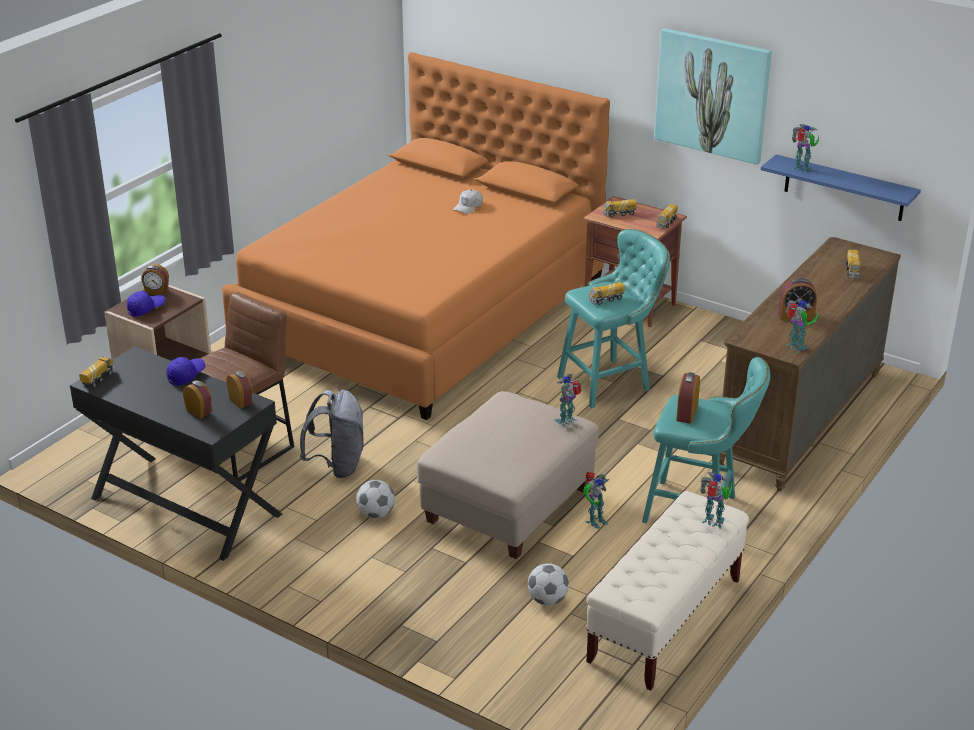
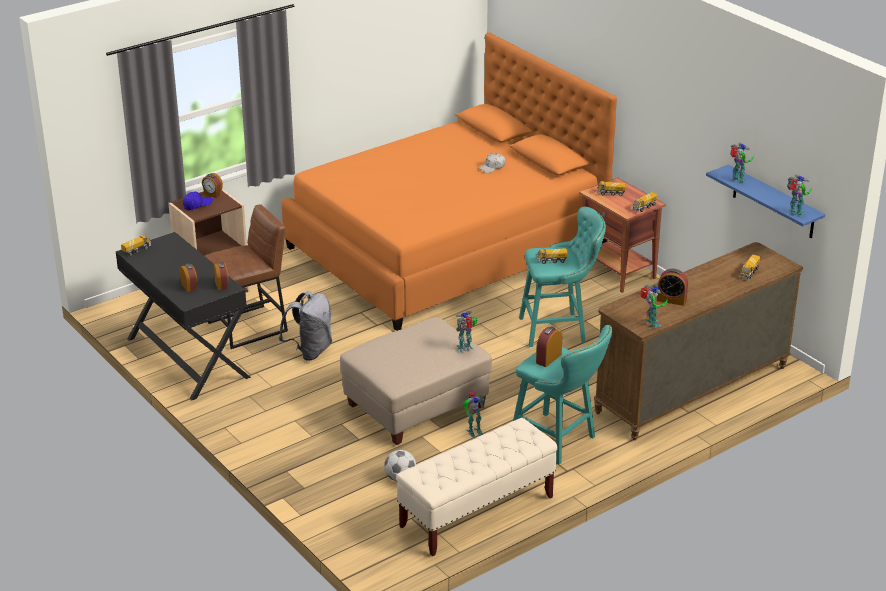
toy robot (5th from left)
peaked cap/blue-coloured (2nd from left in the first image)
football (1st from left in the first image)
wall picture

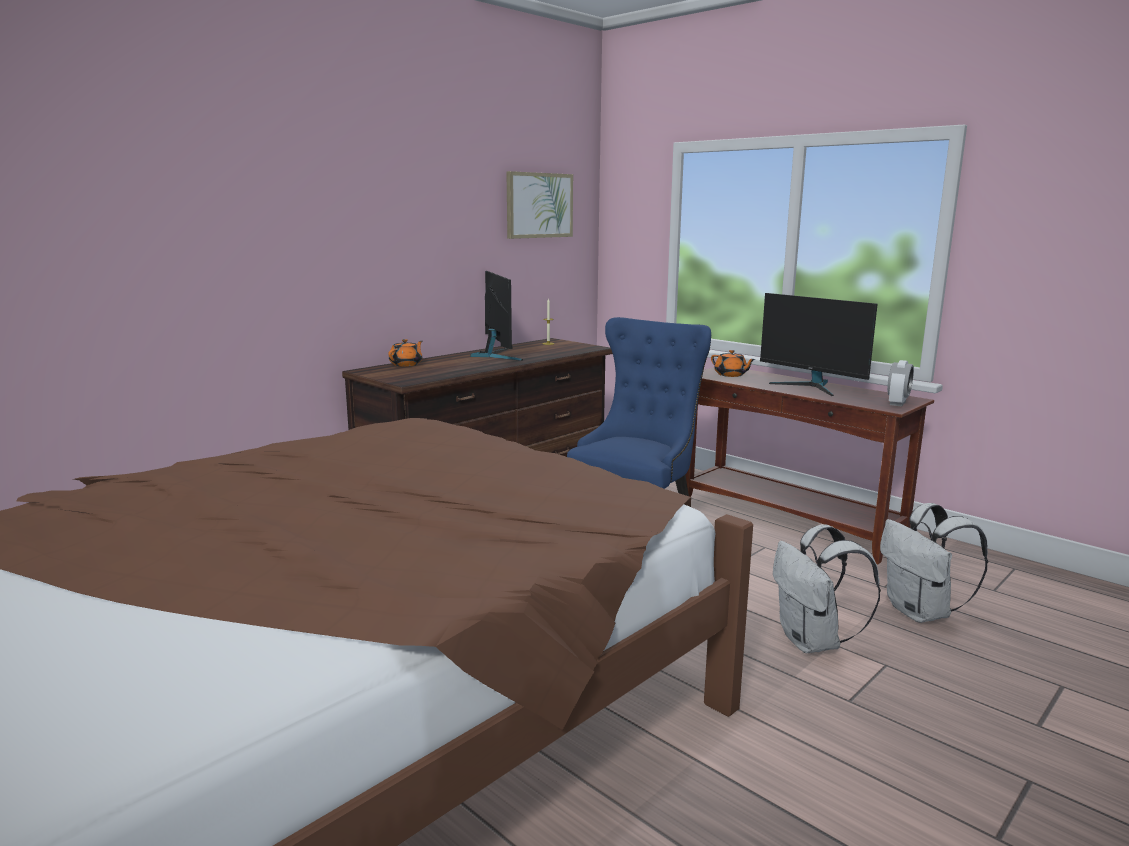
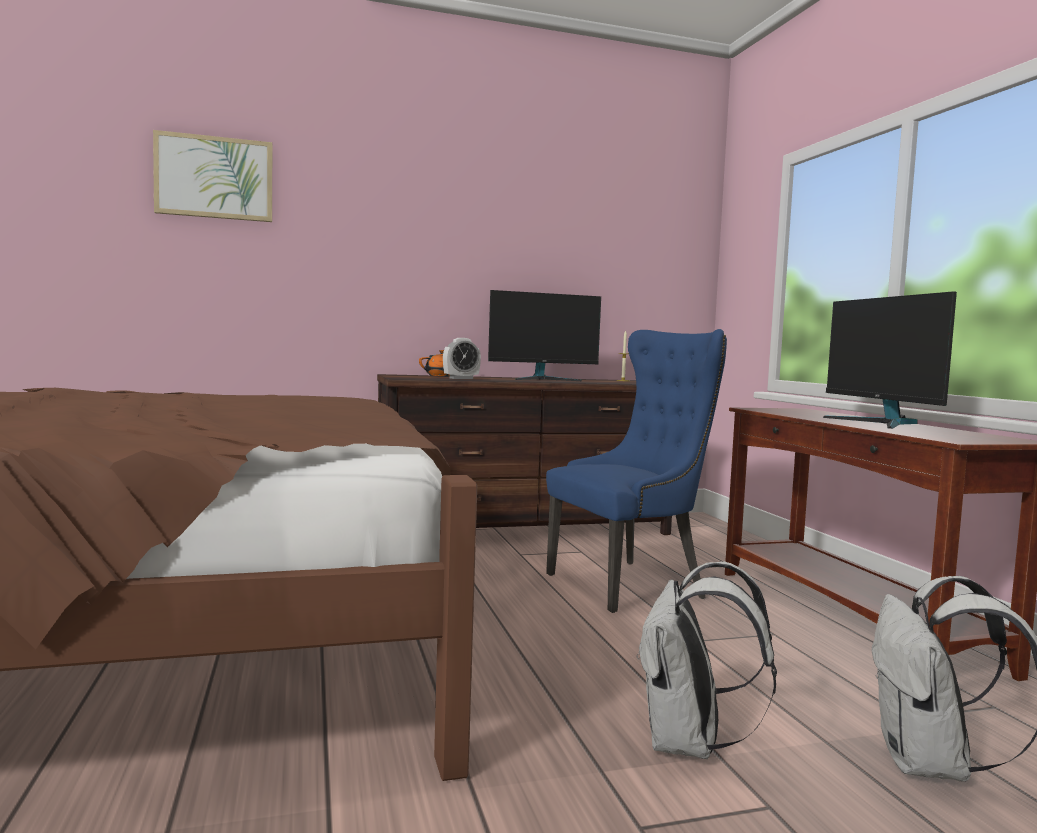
wall picture
table clock
computer display (1st from left)
pot for tea/orangey (2nd from left in the first image)

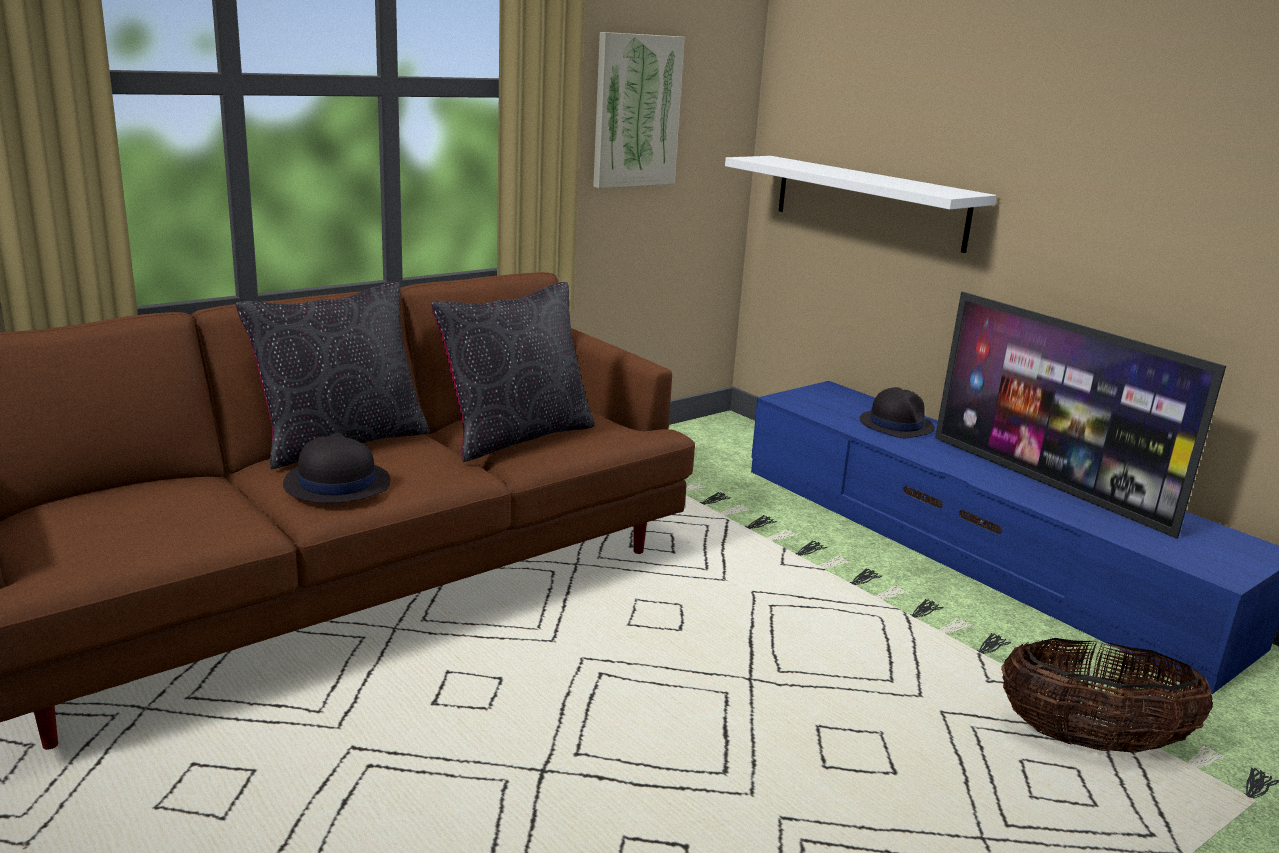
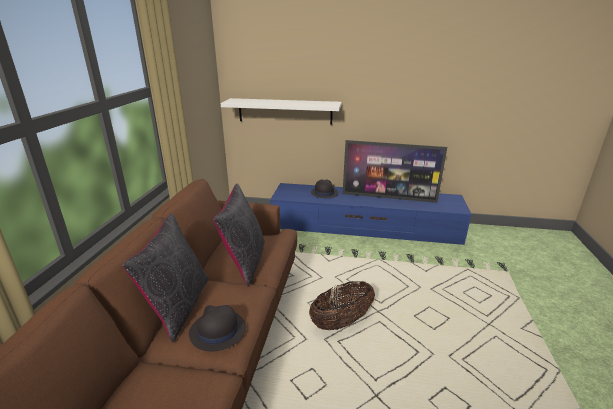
household basket
wall picture

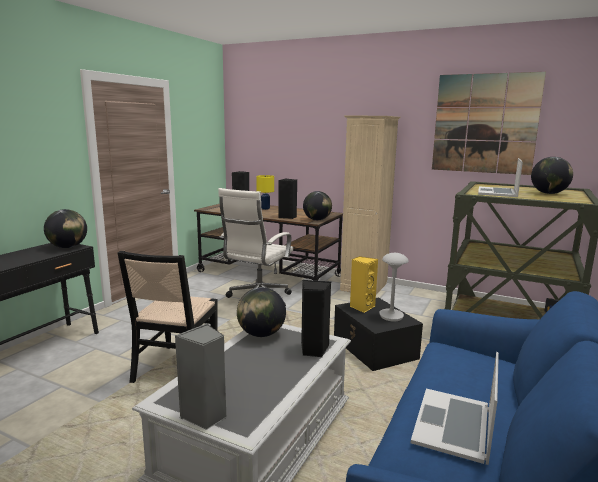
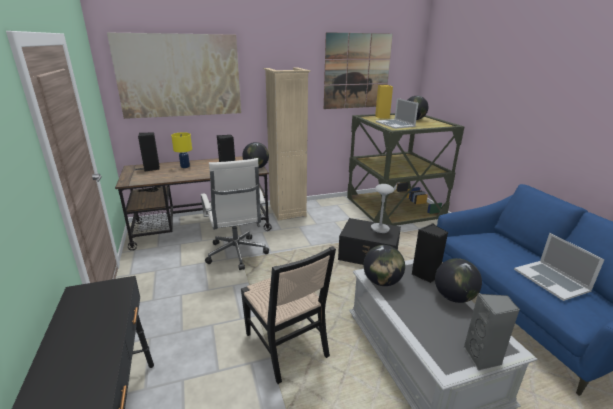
wall picture (1st from left)
audio speaker/yellow
world globe (4th from left)

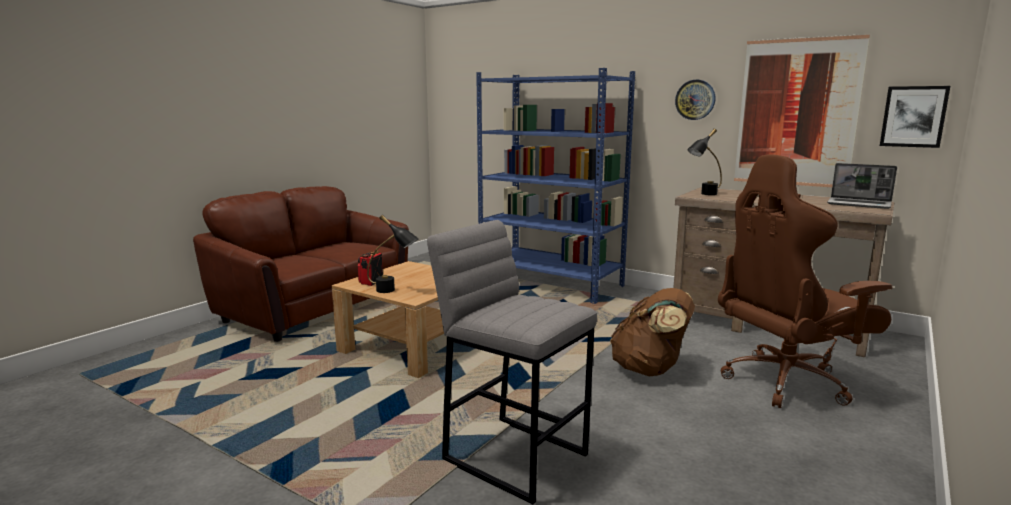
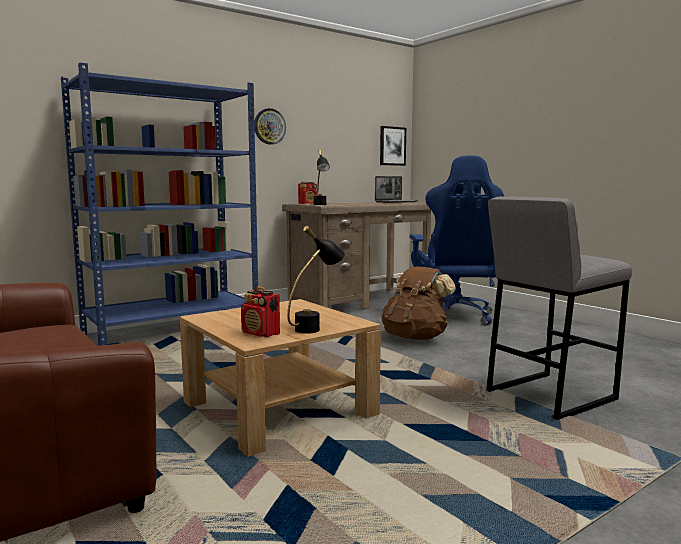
radio (2nd from left)
desk chair/blue-coloured
wall picture (1st from left in the first image)

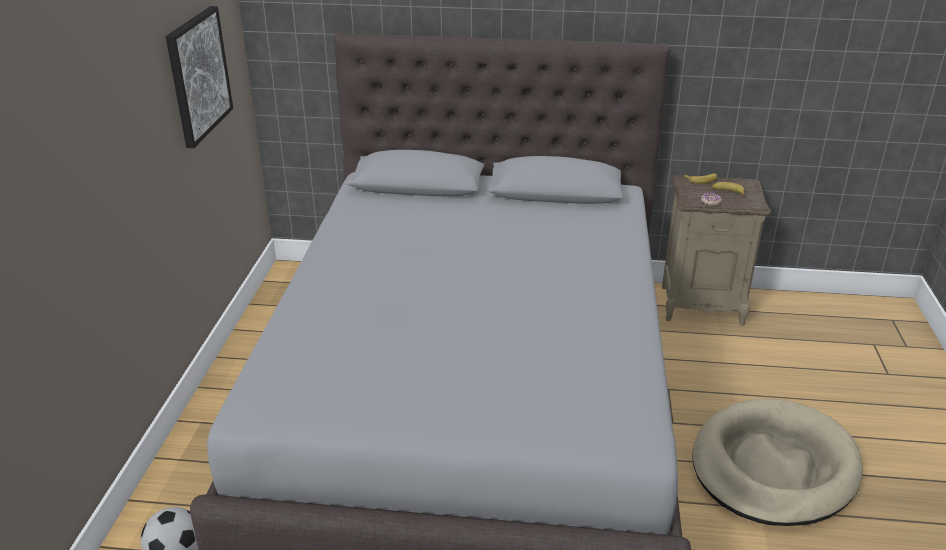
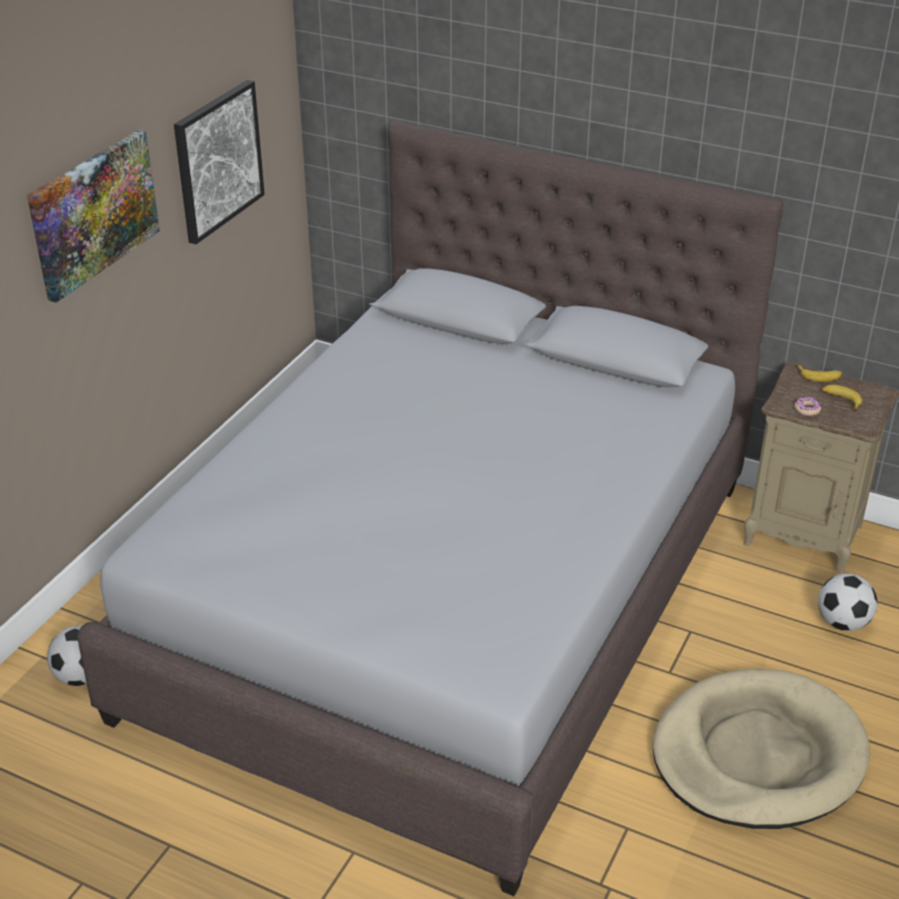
wall picture (1st from left)
football (2nd from left)

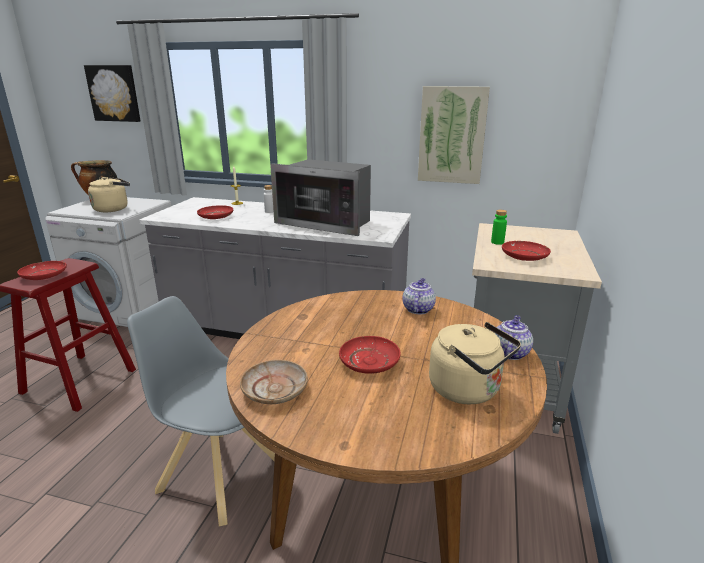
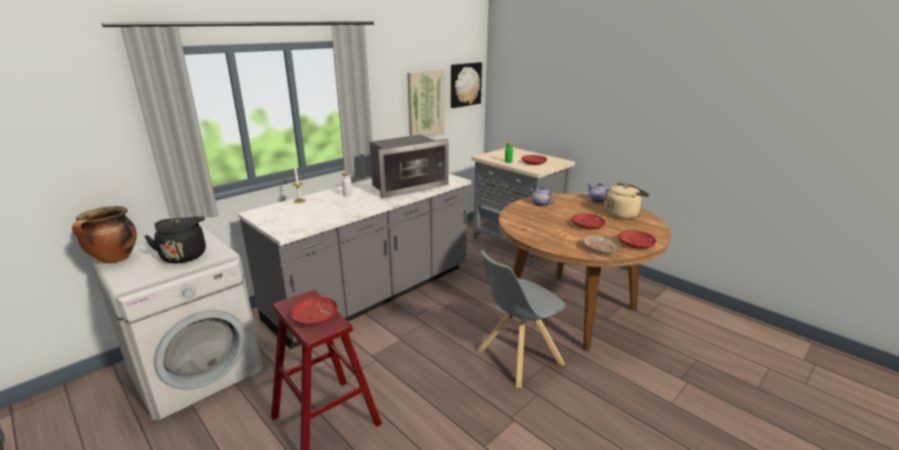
kettle/black-coloured
wall picture (2nd from left)
plate/red-coloured (4th from left)

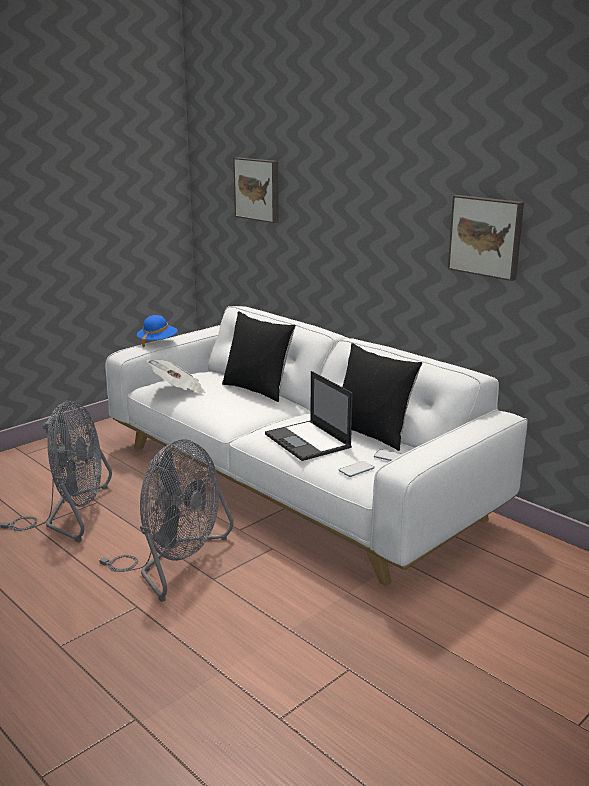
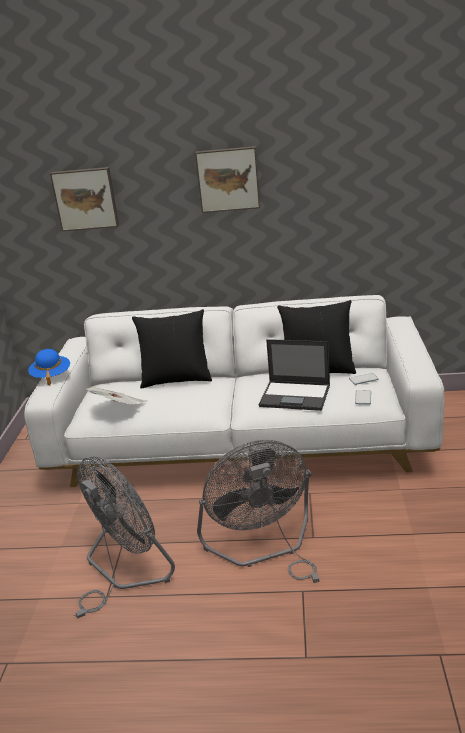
wall picture (2nd from left)
cooling fan/gray (2nd from left)

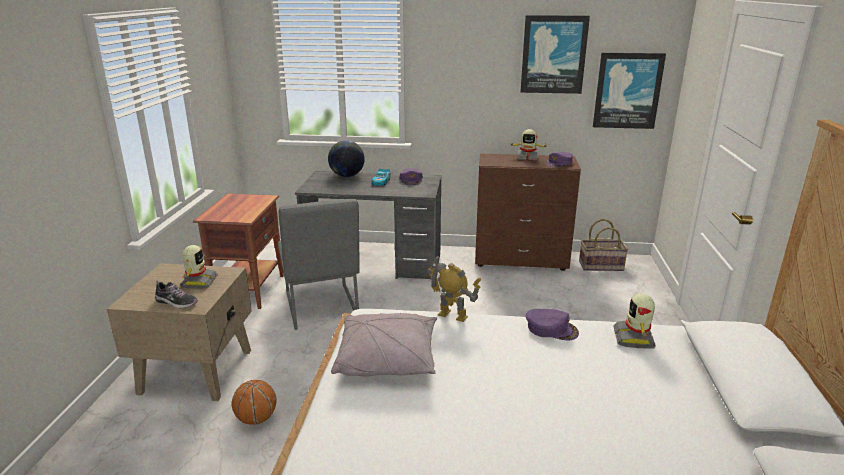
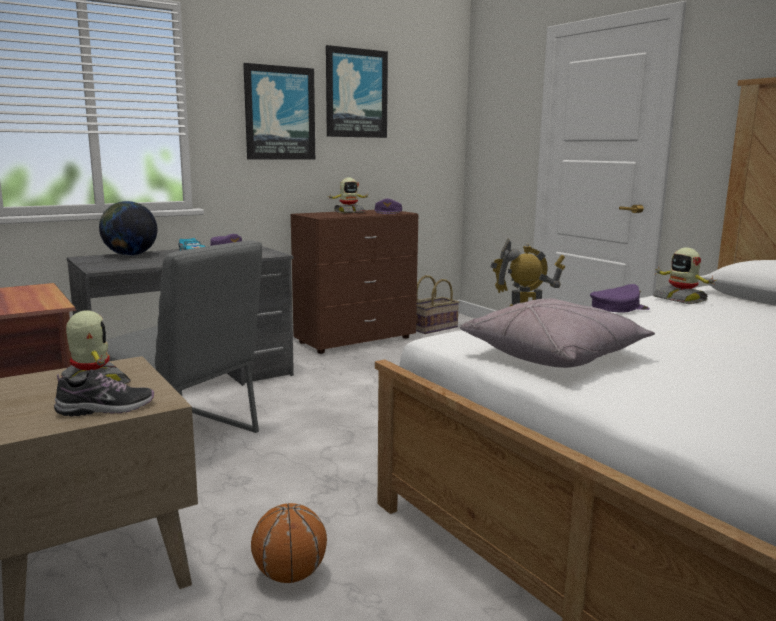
wall picture (1st from left)

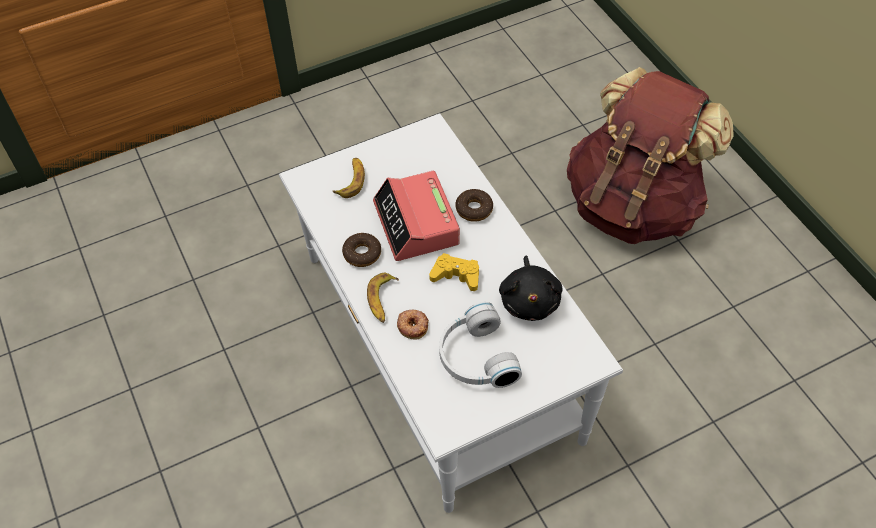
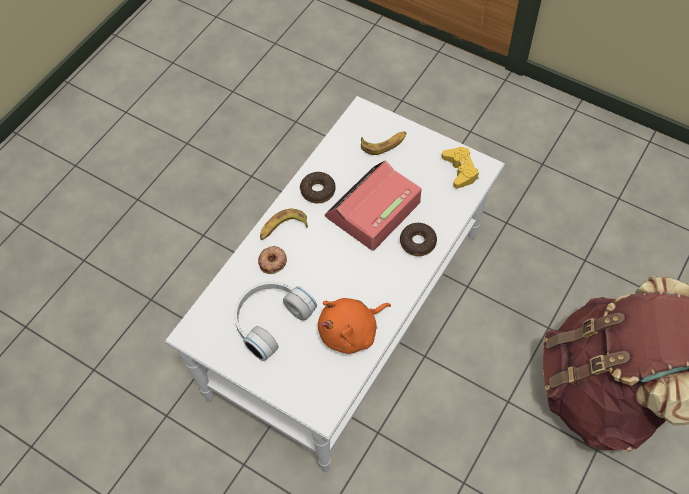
cuddly toy/orangey
gamepad/yellow

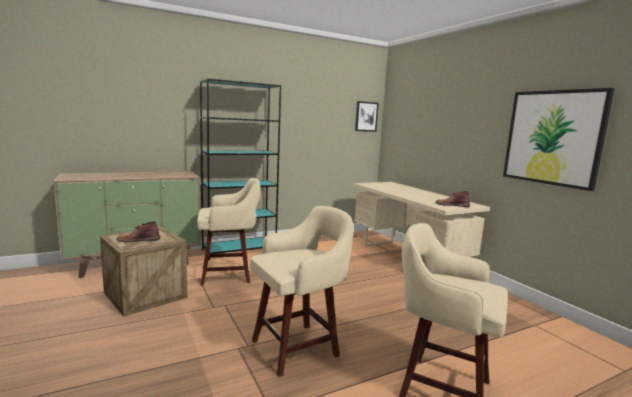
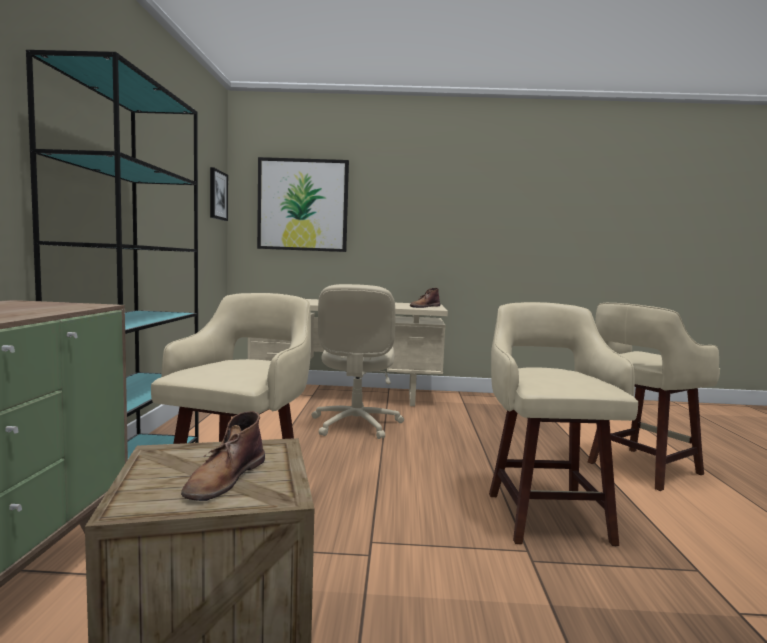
wall picture (2nd from left)
desk chair/beige

